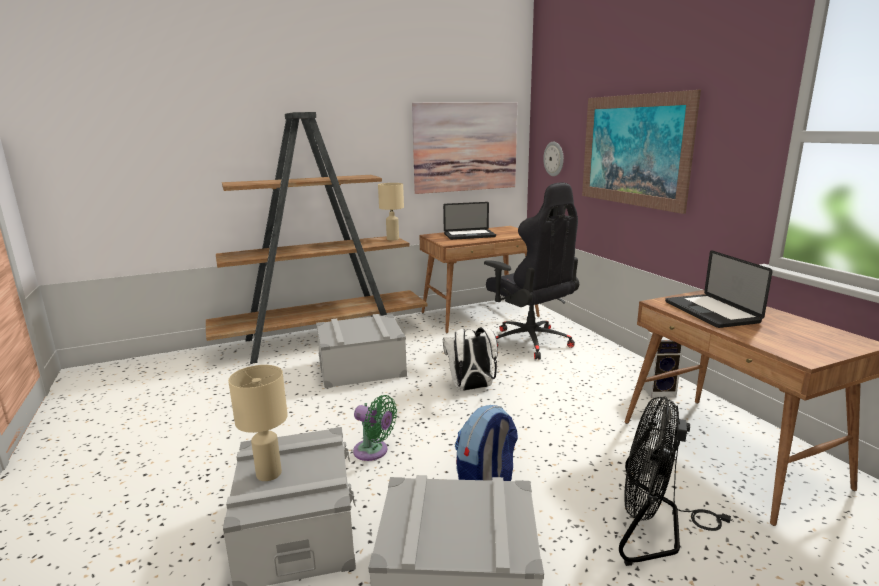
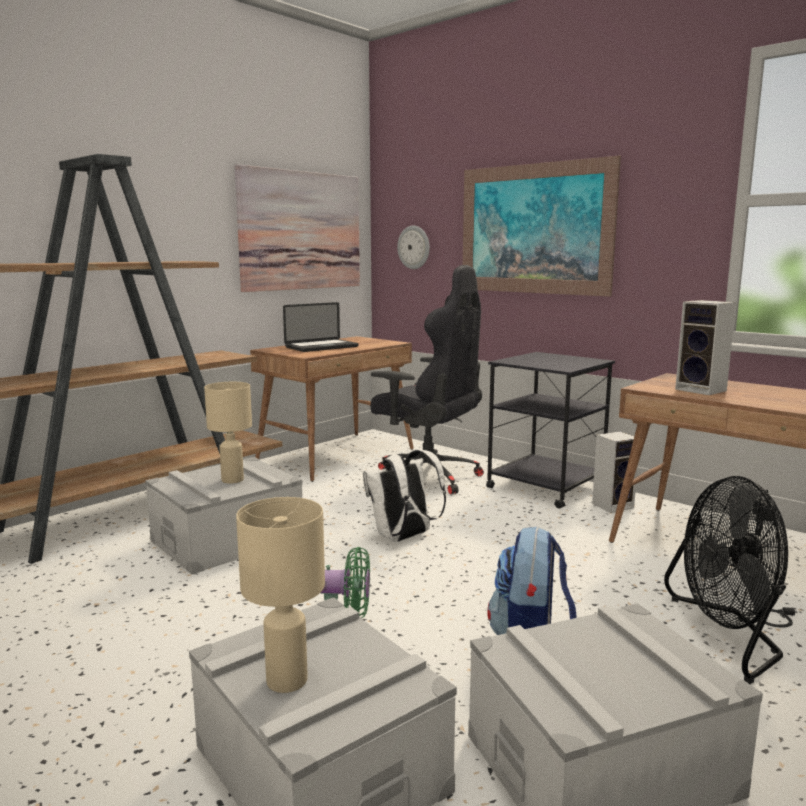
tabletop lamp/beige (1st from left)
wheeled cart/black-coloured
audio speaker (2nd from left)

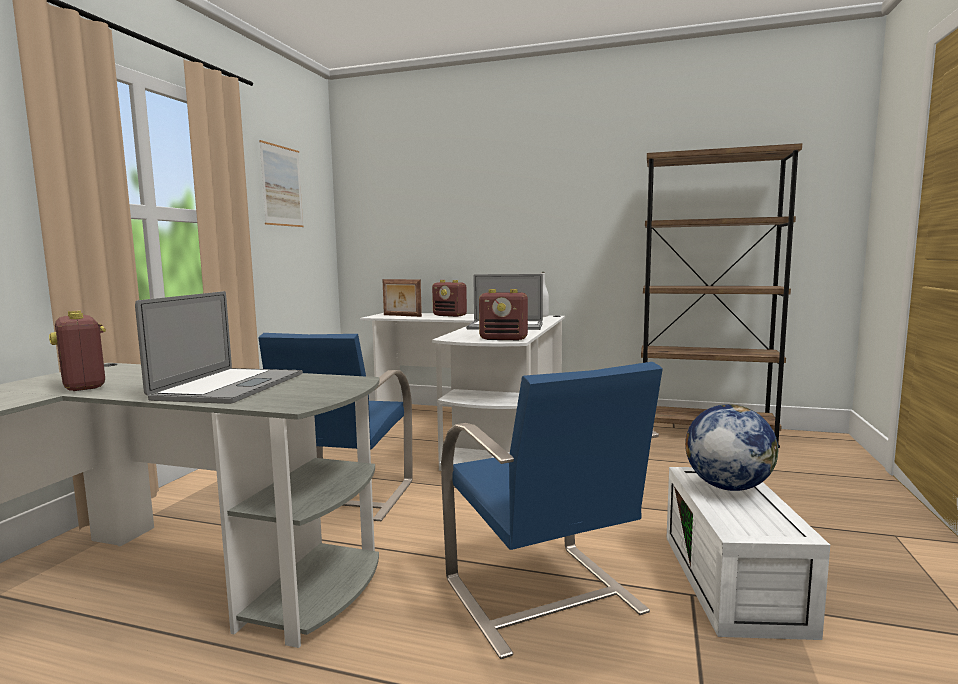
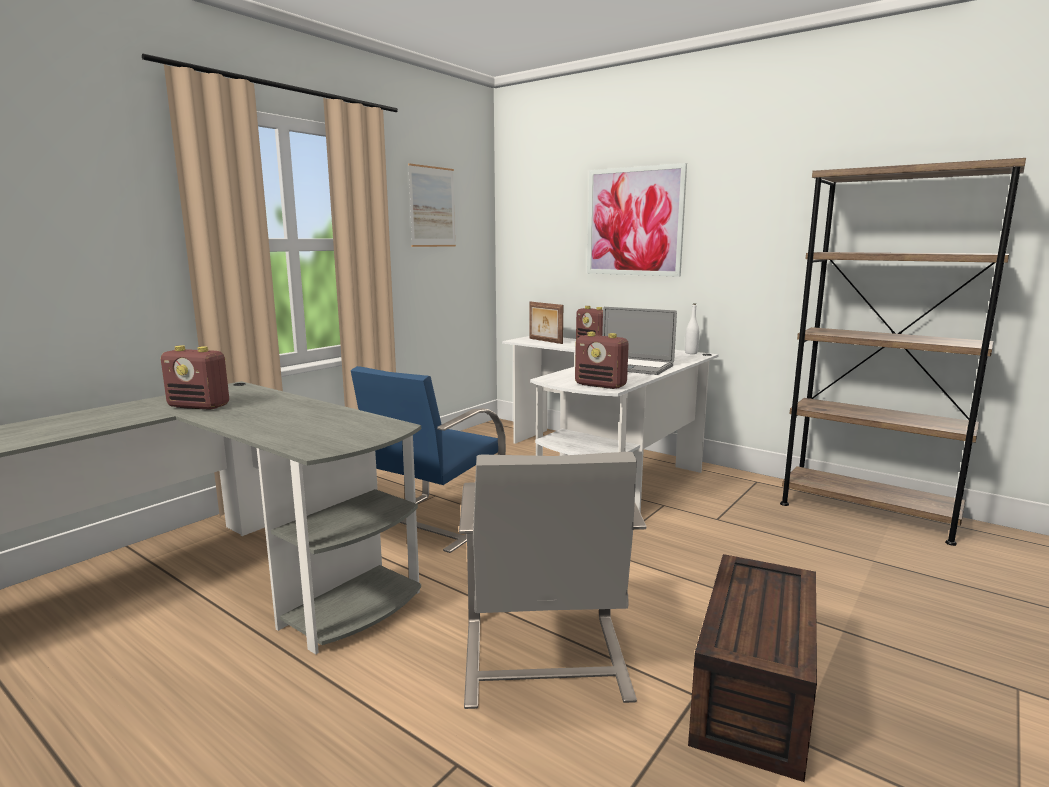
radio (1st from left)
chair/gray
wall picture (2nd from left)
storage container/brown
laptop (1st from left in the first image)
world globe

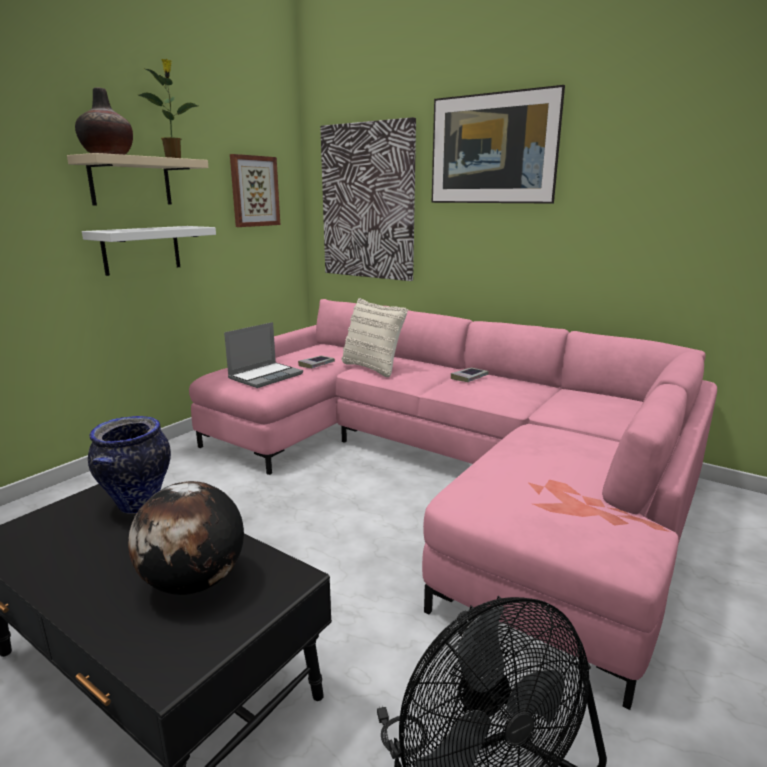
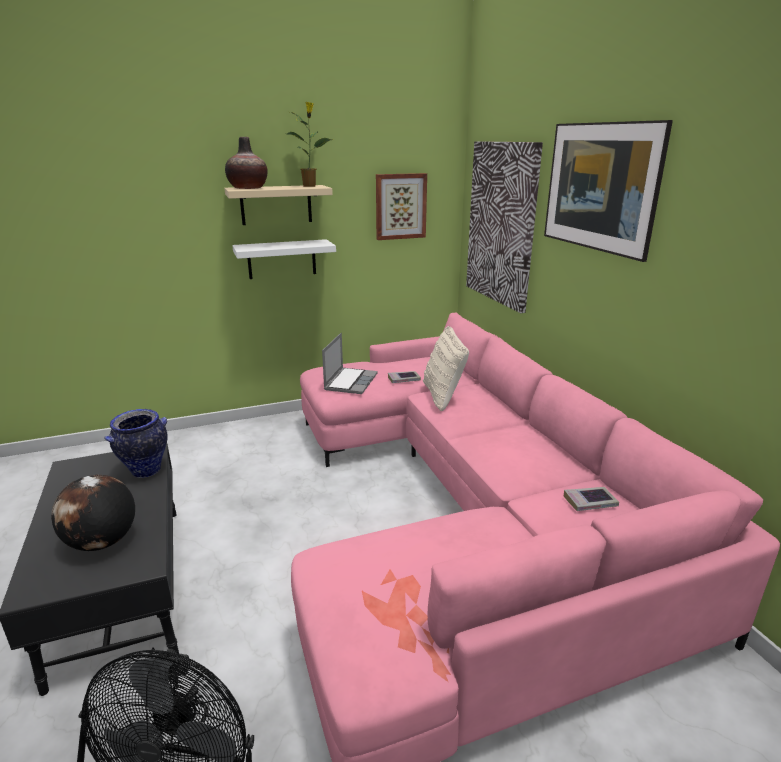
laptop
bound book (2nd from left)

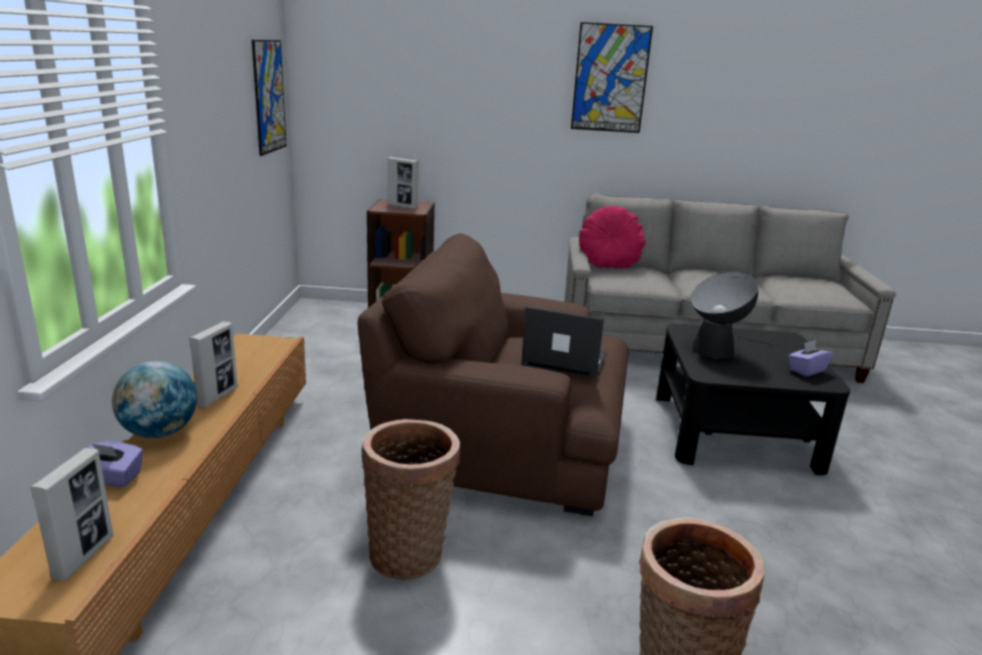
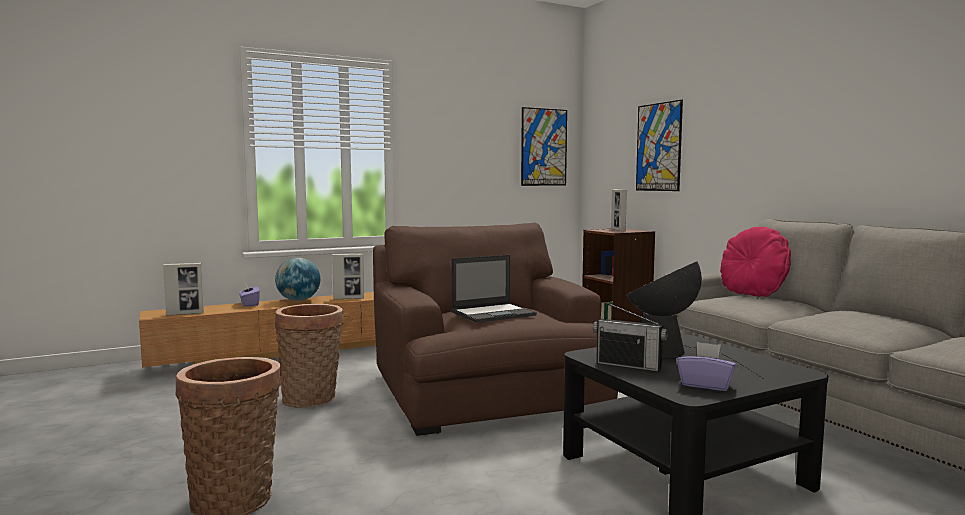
laptop
radio
wall picture (2nd from left)

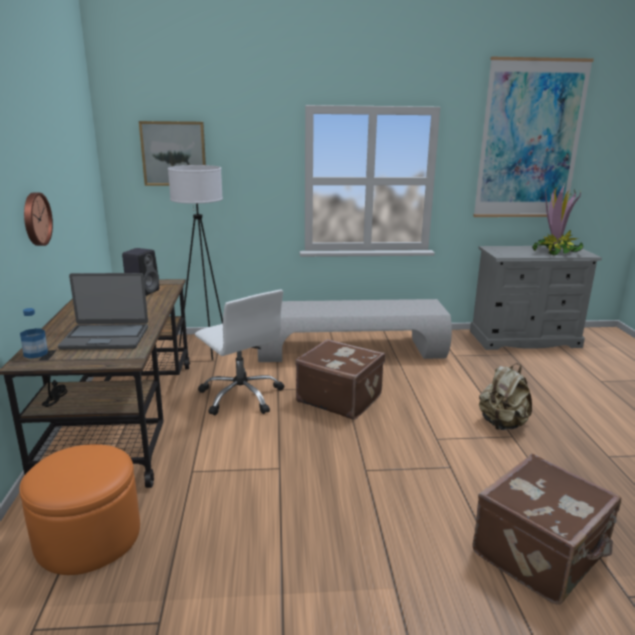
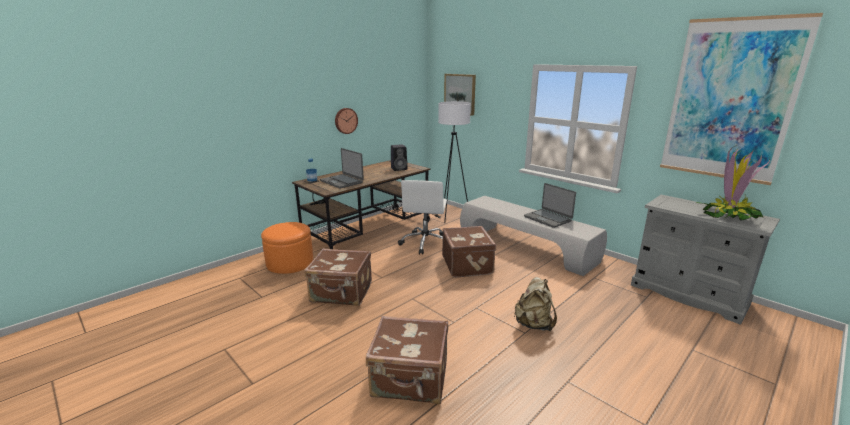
piece of luggage/brown (1st from left)
laptop (2nd from left)

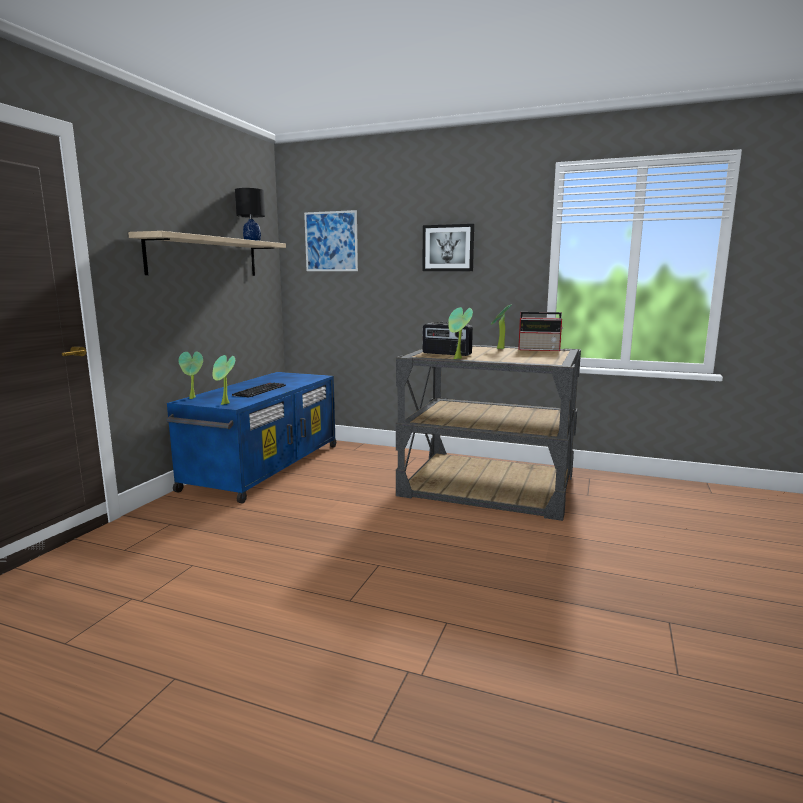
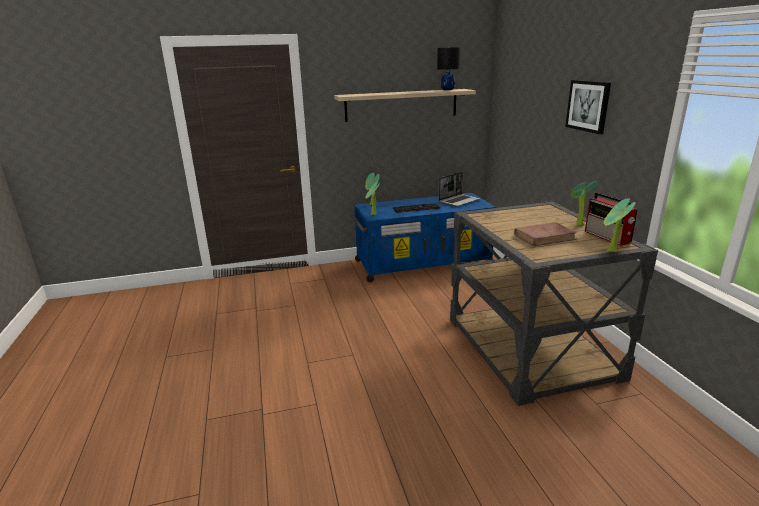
laptop
bound book/brown
houseplant (4th from left)
wall picture (1st from left in the first image)
radio (1st from left in the first image)

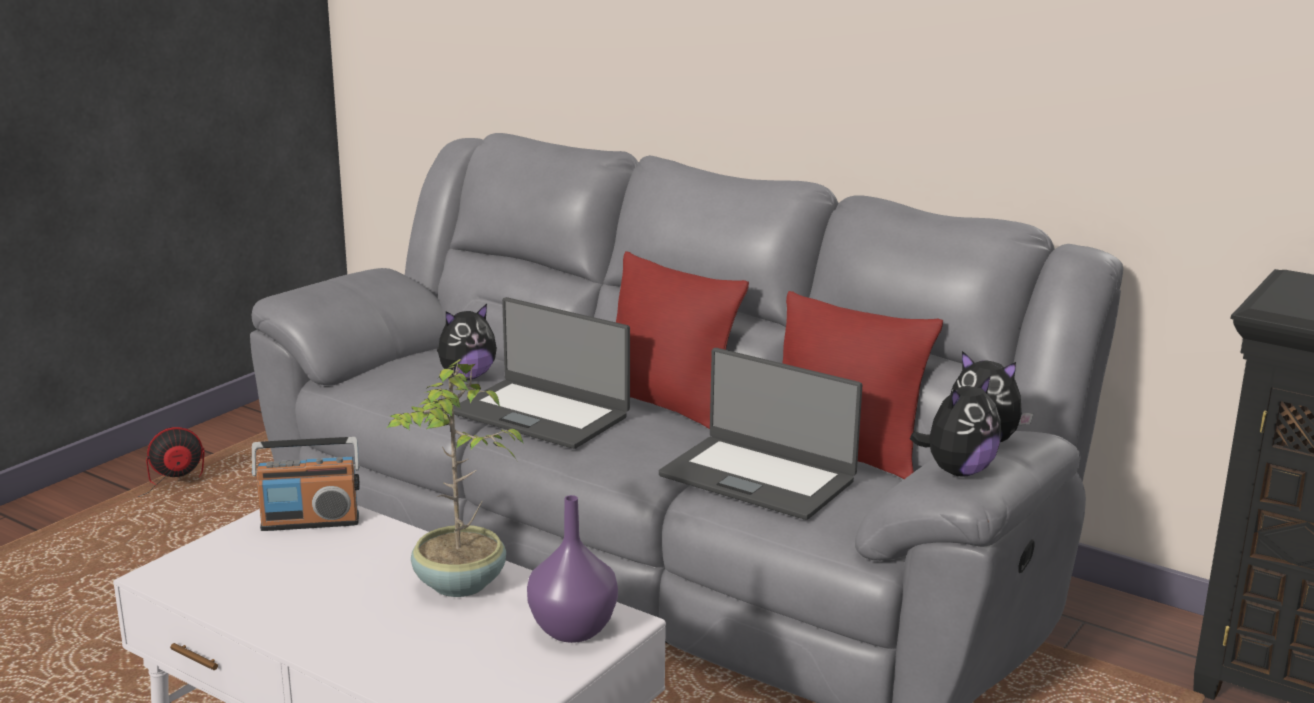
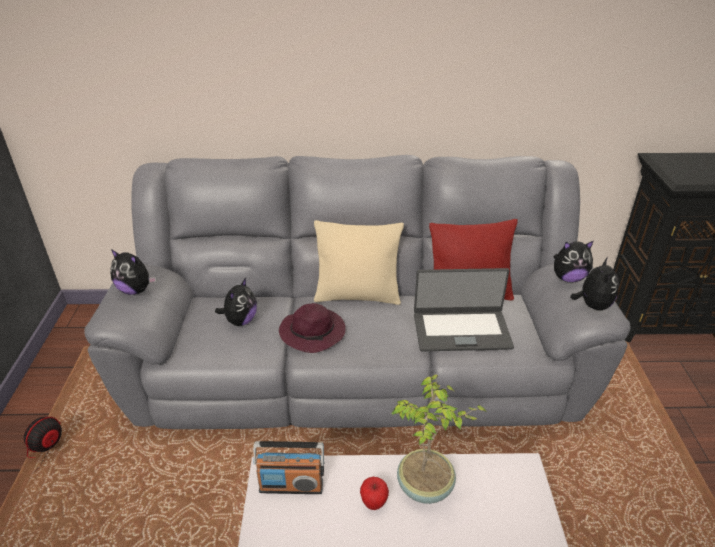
cuddly toy (1st from left)
radio
clothing hat/purple-coloured
cushion/beige
apple
vase/purple-coloured

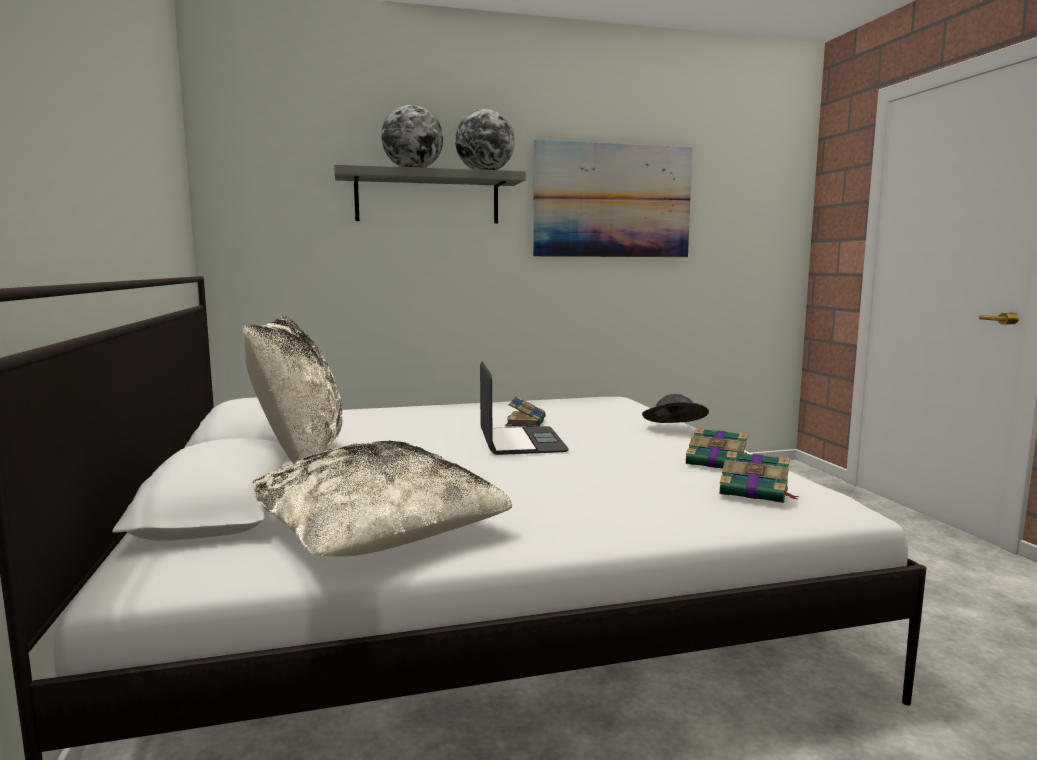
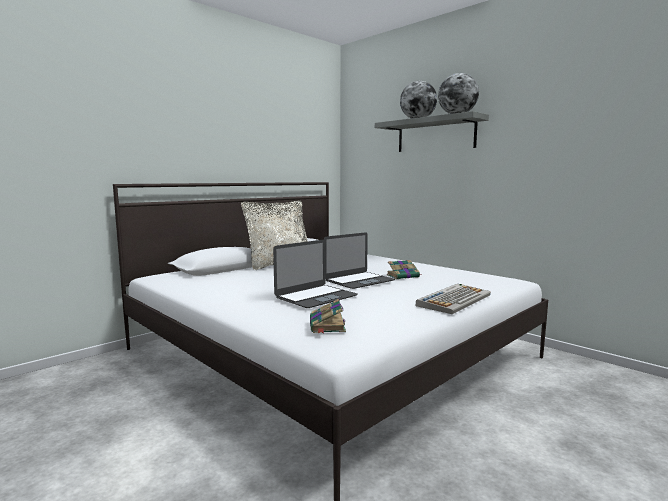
laptop (1st from left)
keyboard
cushion/beige (2nd from left in the first image)
wall picture
bound book (2nd from left in the first image)

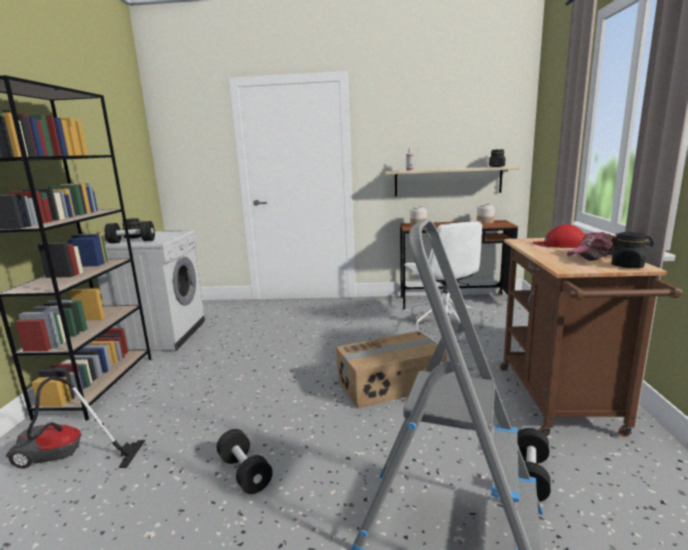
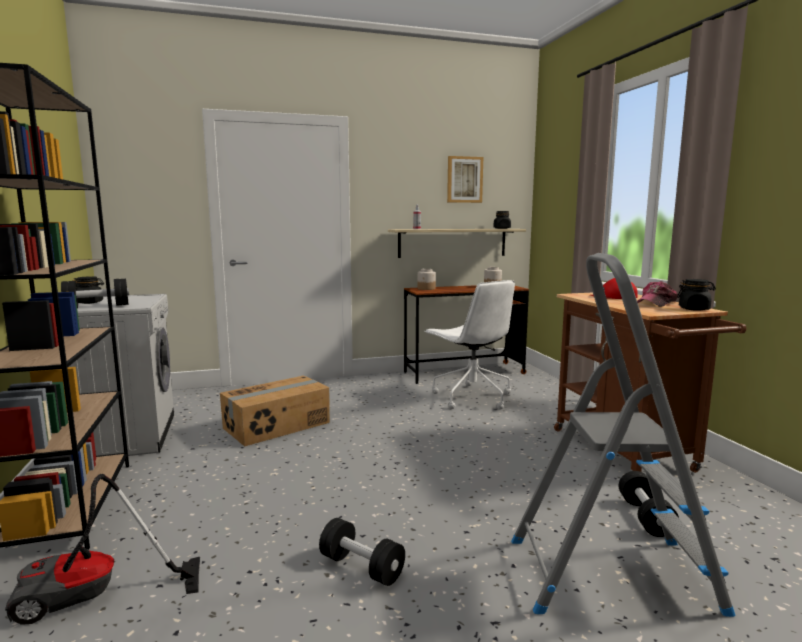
carton
wall picture

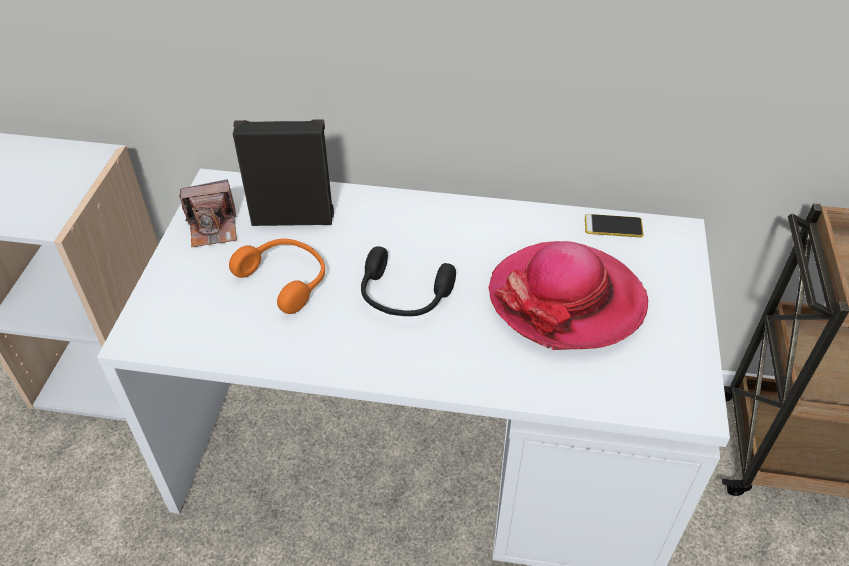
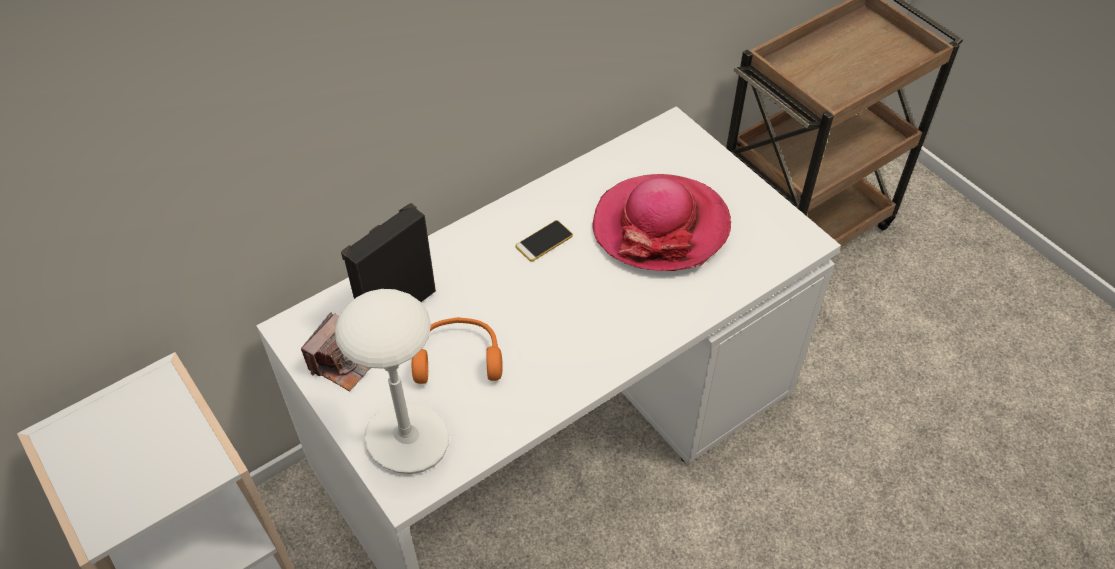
tabletop lamp/white-coloured
telephone
headphones/black-coloured

